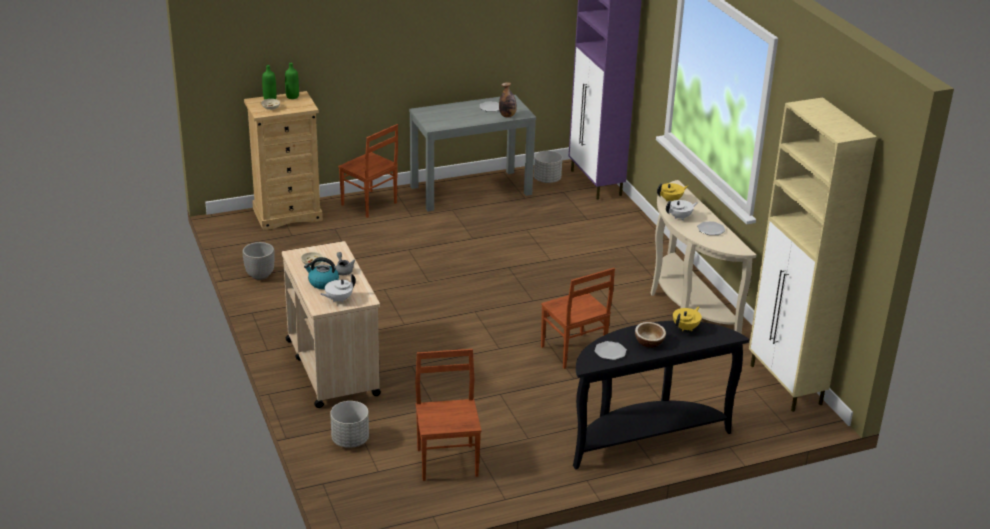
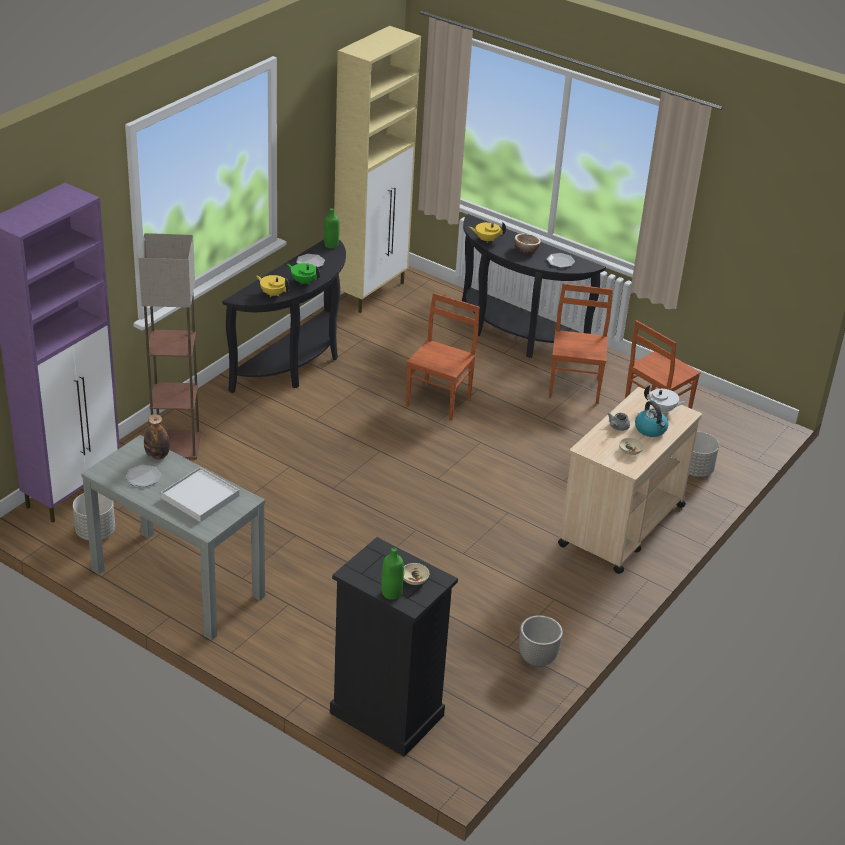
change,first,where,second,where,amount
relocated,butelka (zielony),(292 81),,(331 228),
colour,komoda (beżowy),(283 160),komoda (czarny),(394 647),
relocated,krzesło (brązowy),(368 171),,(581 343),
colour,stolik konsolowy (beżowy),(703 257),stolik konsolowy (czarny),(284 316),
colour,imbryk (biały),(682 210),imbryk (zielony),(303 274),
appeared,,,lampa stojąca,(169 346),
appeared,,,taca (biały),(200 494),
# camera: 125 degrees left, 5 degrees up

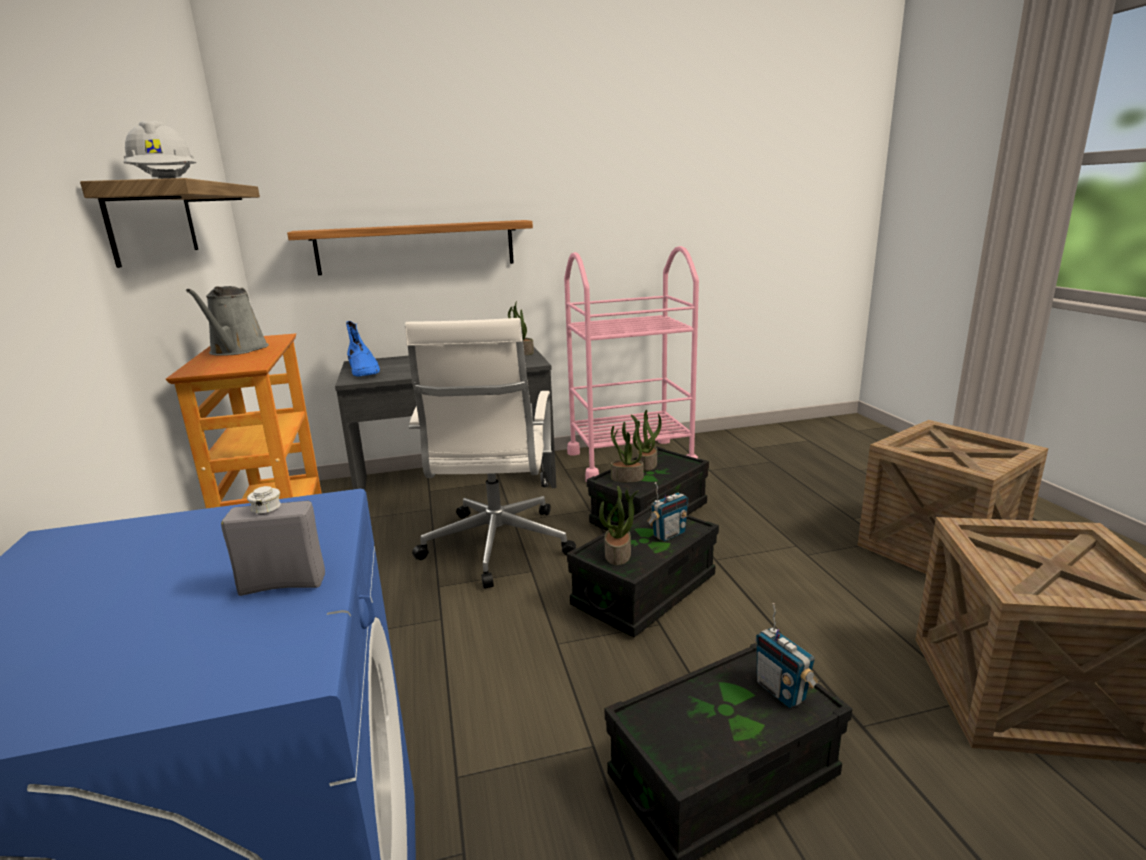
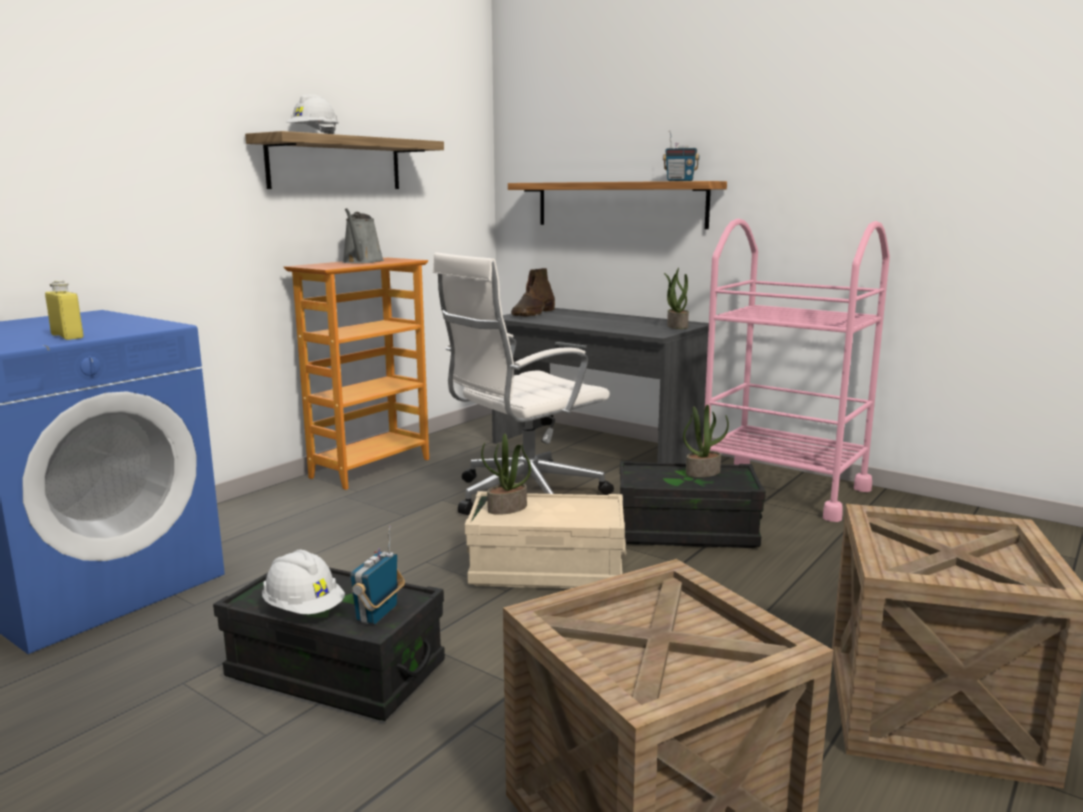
change,first,where,second,where,amount
spun,konewka (szary),(227 321),,(363 236),45 degrees counterclockwise
colour,but z cholewką (niebieski),(363 349),but z cholewką (brązowy),(533 292),
missing,roślina doniczkowa,(627 452),,,
relocated,radio,(668 511),,(681 156),
colour,butelka (szary),(273 541),butelka (żółty),(64 310),
colour,pojemnik do przechowywania (czarny),(643 571),pojemnik do przechowywania (beżowy),(546 540),
appeared,,,kask (biały),(303 582),
# camera: 50 degrees right, 5 degrees down

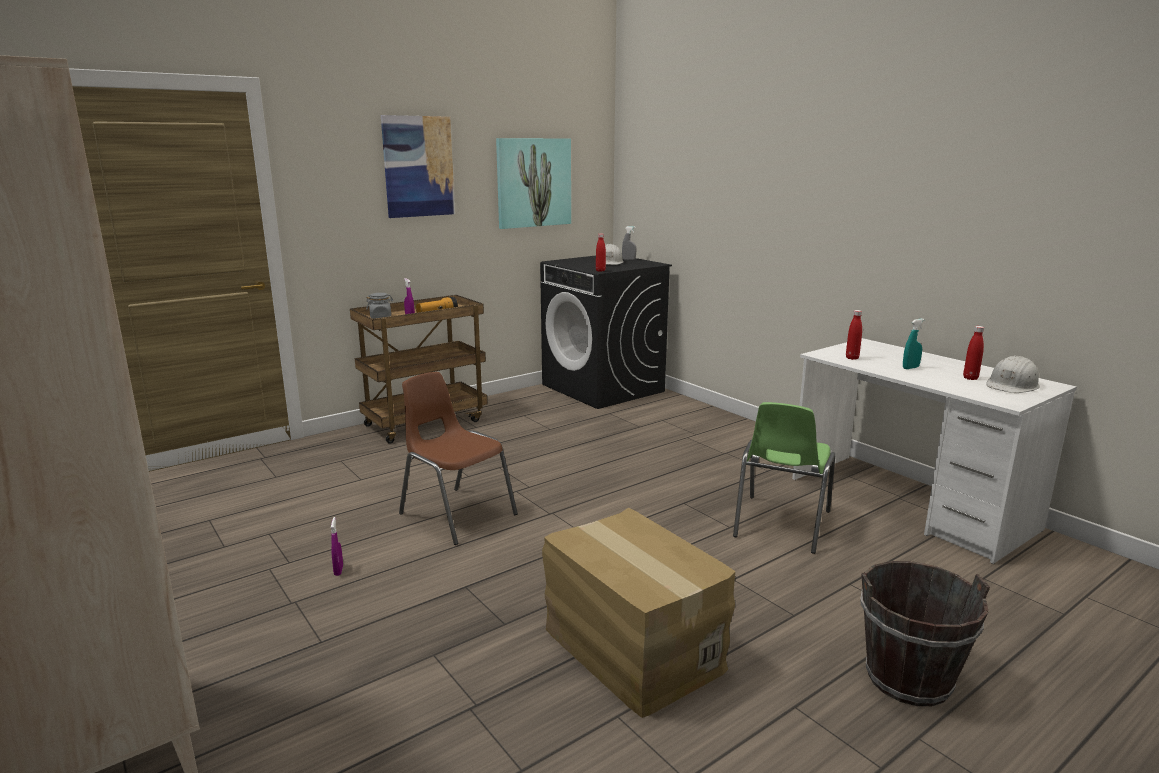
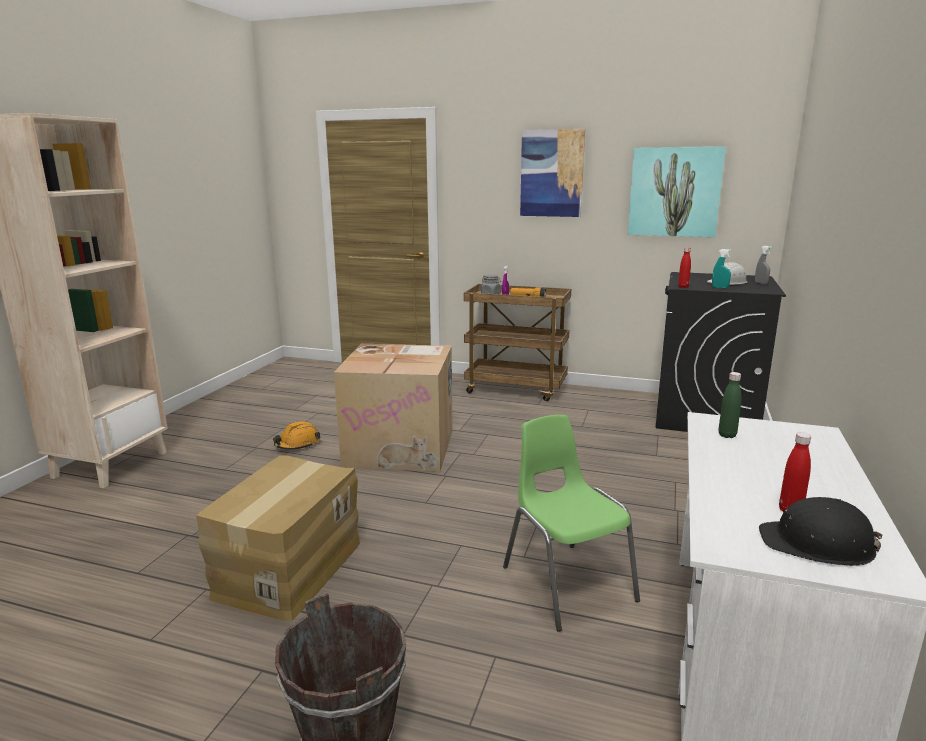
change,first,where,second,where,amount
colour,butelka (czerwony),(854 335),butelka (zielony),(730 405),
relocated,spryskiwacz (turkusowy),(913 344),,(722 268),
colour,kask (biały),(1013 374),kask (czarny),(820 531),
exchanged,krzesło (brązowy),(458 458),karton,(393 408),
spun,krzesło (zielony),(784 478),,(571 523),75 degrees clockwise
exchanged,spryskiwacz (fioletowy),(337 546),kask (pomarańczowy),(297 435),
# camera: 55 degrees right, 0 degrees up

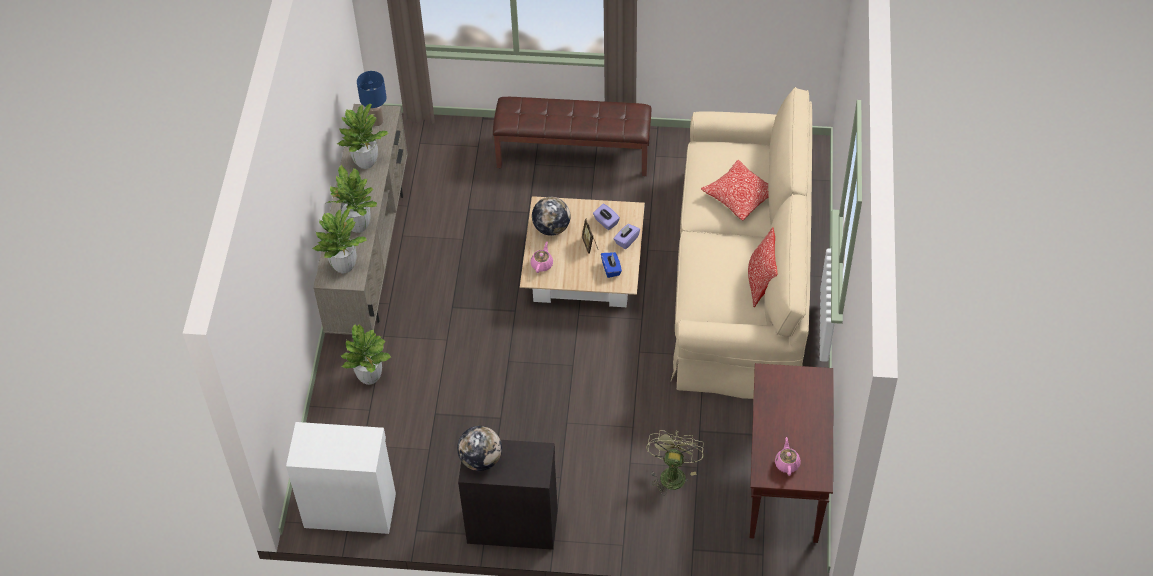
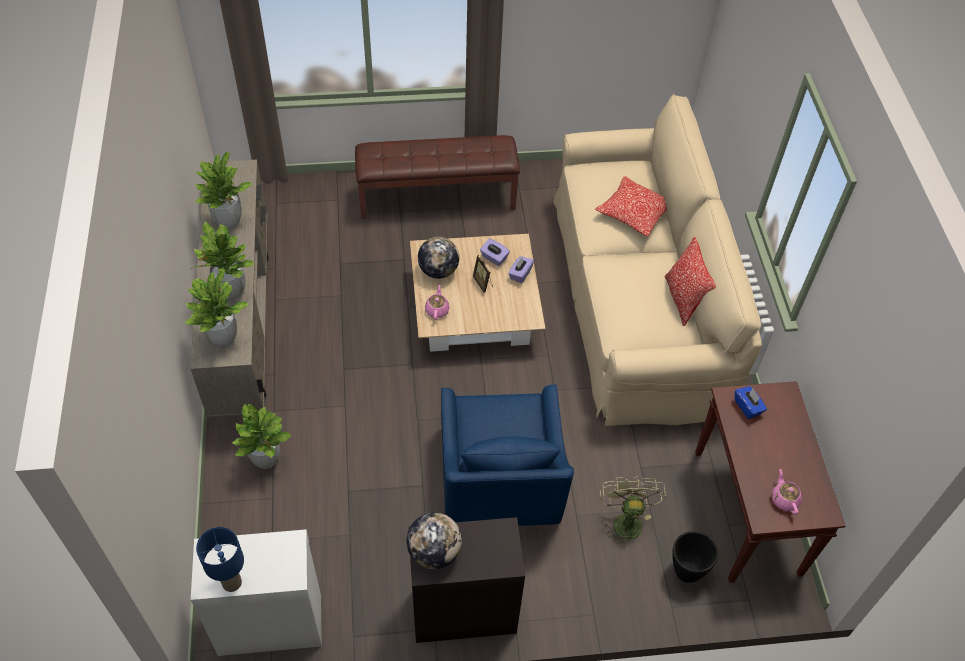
change,first,where,second,where,amount
relocated,lampa stołowa (niebieski),(372 98),,(220 559),
relocated,pudełko chusteczek (niebieski),(611 265),,(751 402),
appeared,,,fotel (niebieski),(507 455),
appeared,,,donica (czarny),(695 557),
# camera: 15 degrees left, 0 degrees up

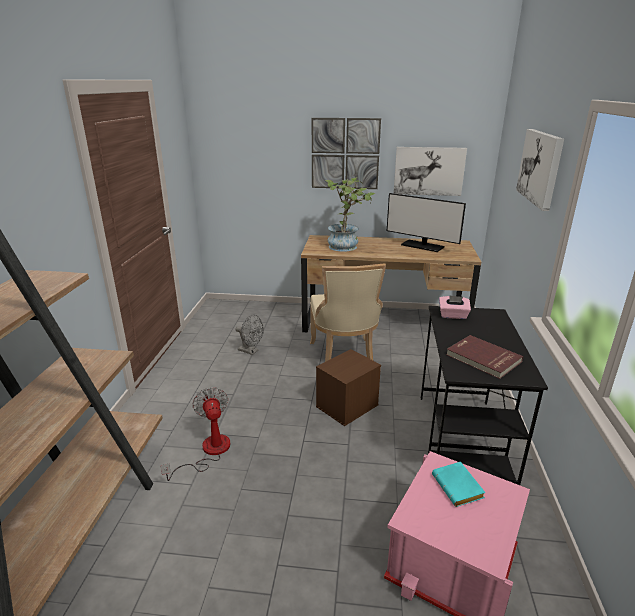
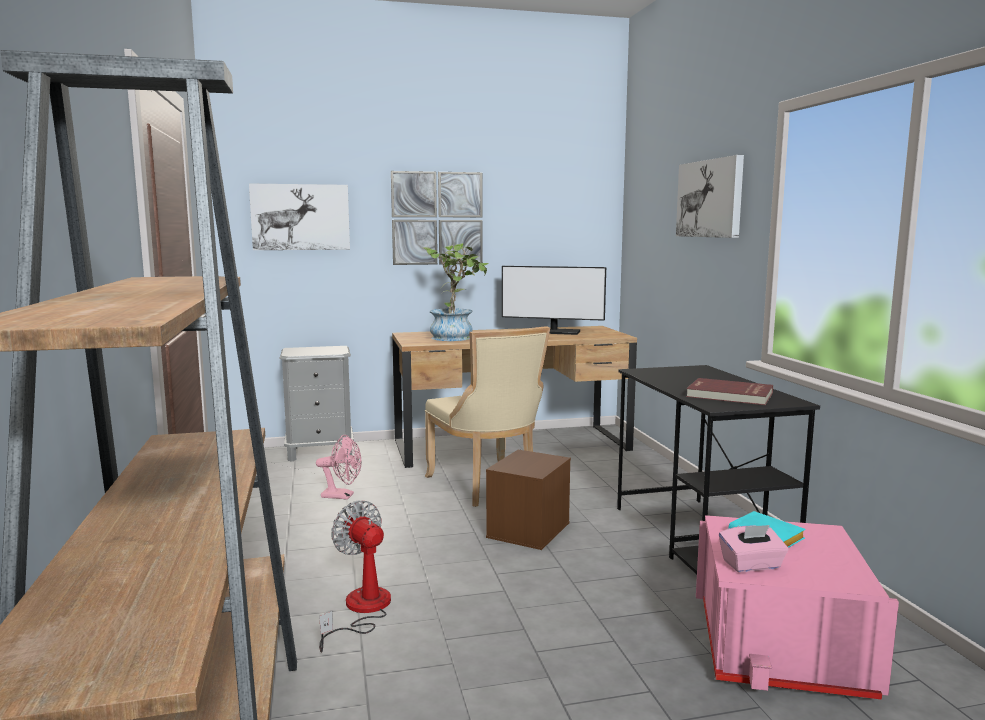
change,first,where,second,where,amount
relocated,obraz,(430 171),,(299 217),
relocated,pudełko chusteczek (różowy),(455 307),,(753 548),
colour,wentylator (szary),(249 334),wentylator (różowy),(338 467),
appeared,,,szafka nocna (szary),(316 404),
# camera: 20 degrees left, 15 degrees down

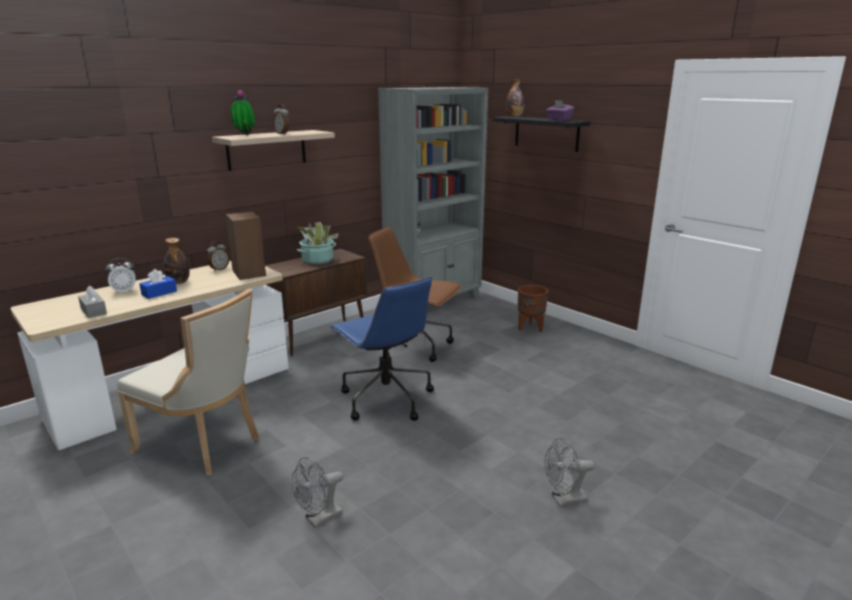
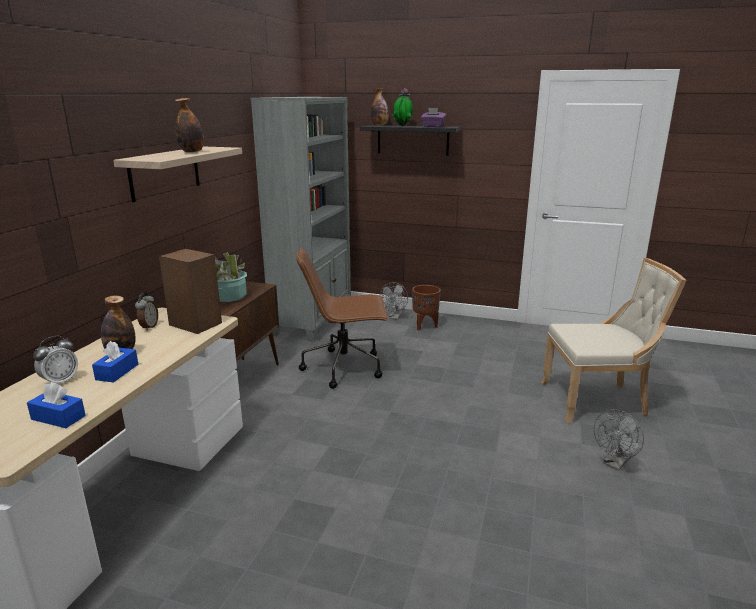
change,first,where,second,where,amount
relocated,roślina doniczkowa,(243 112),,(402 107),
exchanged,budzik,(281 119),butelka,(189 125),
missing,krzesło biurowe (niebieski),(381 349),,,
colour,pudełko chusteczek (szary),(92 302),pudełko chusteczek (niebieski),(56 405),
relocated,krzesło (beżowy),(188 382),,(613 340),
relocated,wentylator (szary),(317 492),,(394 301),
# camera: 30 degrees left, 0 degrees up

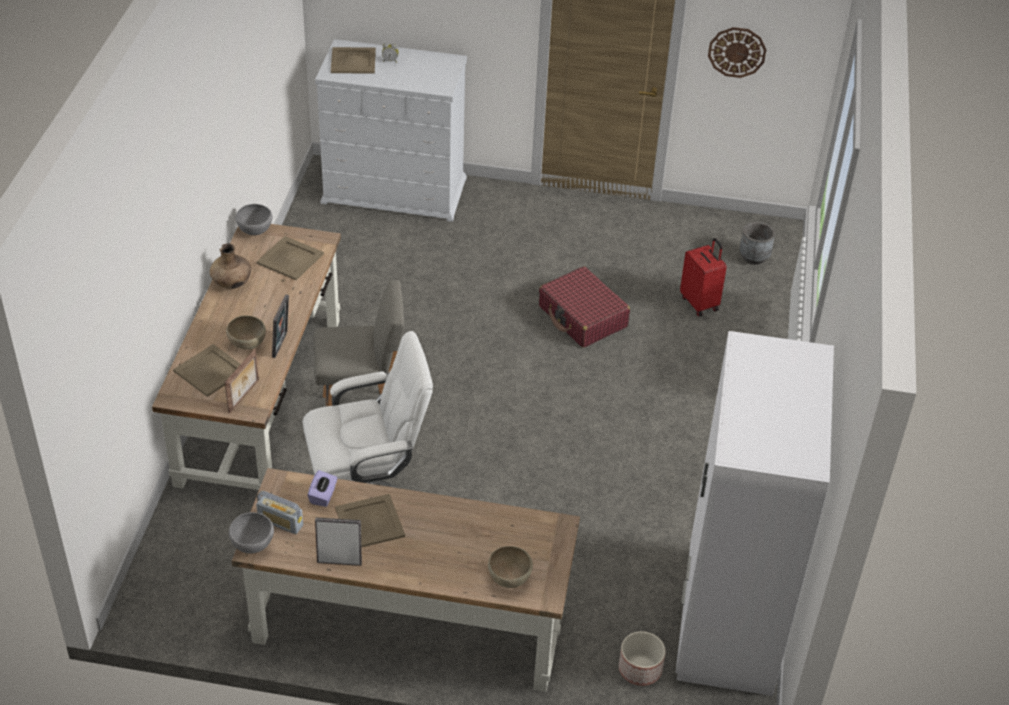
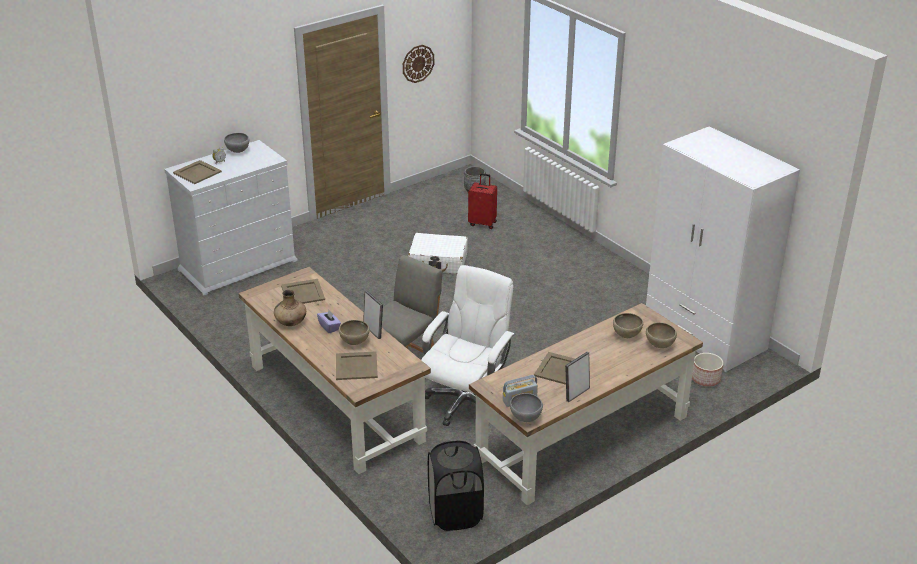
change,first,where,second,where,amount
relocated,miska (szary),(254 219),,(236 143),
colour,walizka (czerwony),(584 307),walizka (biały),(438 253),
missing,ramka na zdjęcie,(242 381),,,
relocated,pudełko chusteczek (fioletowy),(322 488),,(329 321),
appeared,,,miska (brązowy),(628 325),
appeared,,,kosz na pranie (czarny),(456 485),
# camera: 45 degrees left, 10 degrees down

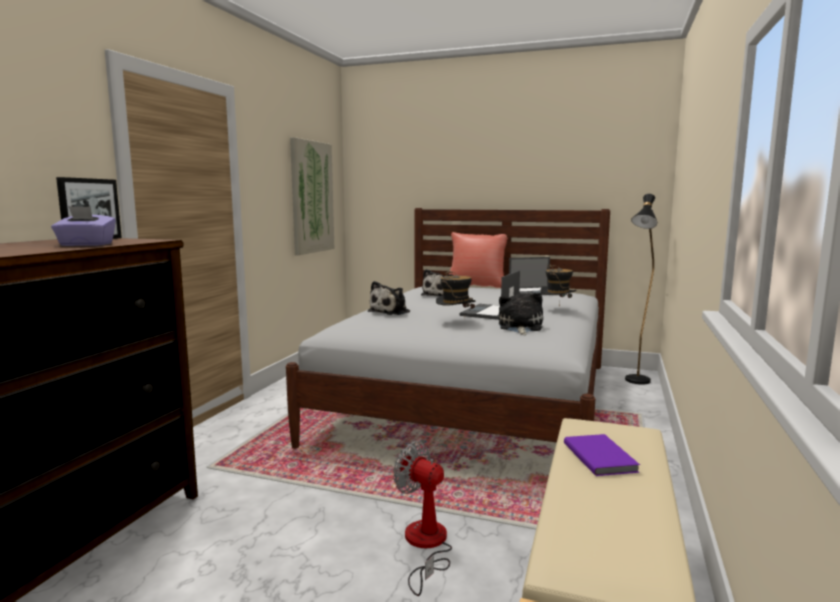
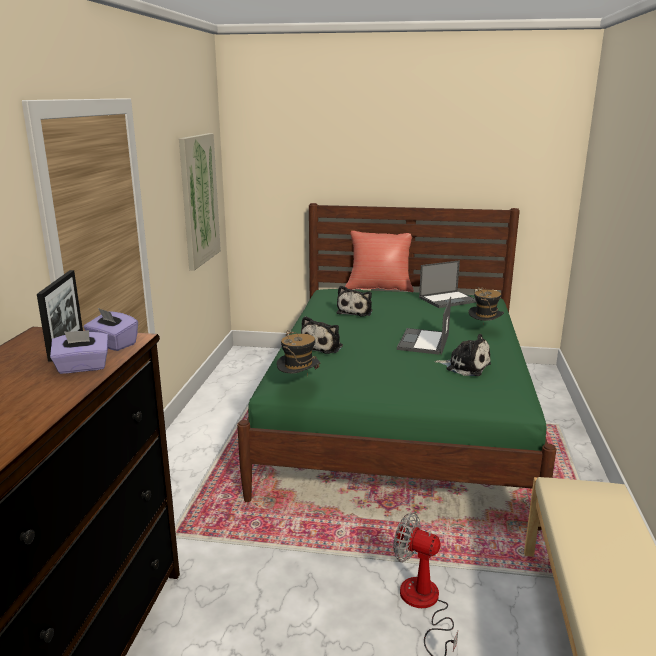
change,first,where,second,where,amount
missing,lampa stojąca (czarny),(641 289),,,
colour,łóżko (biały),(448 328),łóżko (zielony),(396 367),
relocated,kapelusz,(456 294),,(299 353),
spun,pluszak,(521 313),,(462 355),120 degrees clockwise
missing,książka (fioletowy),(602 455),,,
appeared,,,pudełko chusteczek (fioletowy),(111 329),
# camera: 10 degrees left, 10 degrees up

